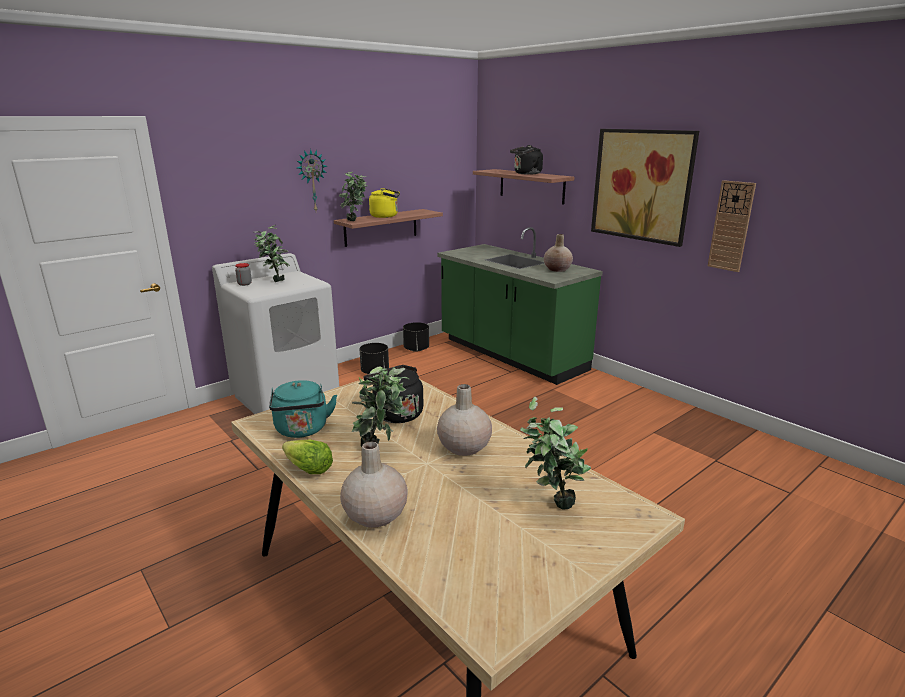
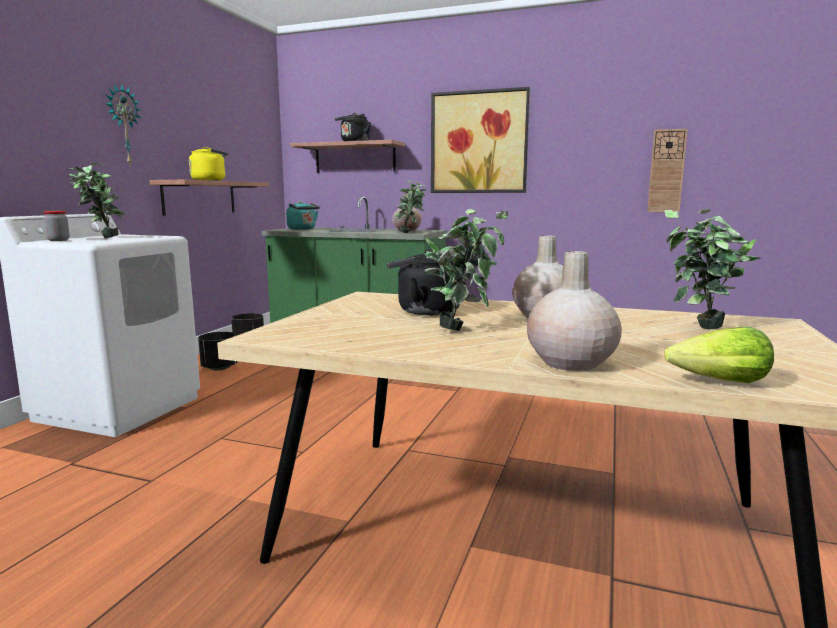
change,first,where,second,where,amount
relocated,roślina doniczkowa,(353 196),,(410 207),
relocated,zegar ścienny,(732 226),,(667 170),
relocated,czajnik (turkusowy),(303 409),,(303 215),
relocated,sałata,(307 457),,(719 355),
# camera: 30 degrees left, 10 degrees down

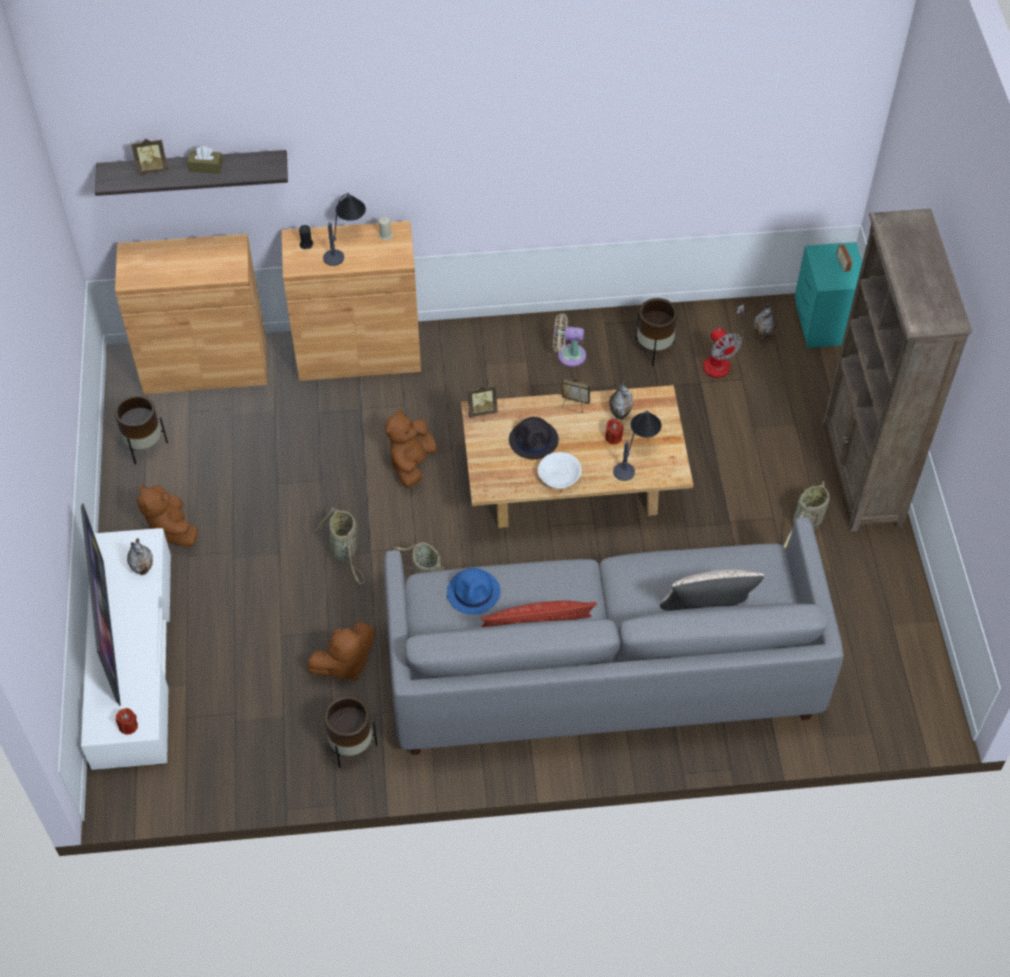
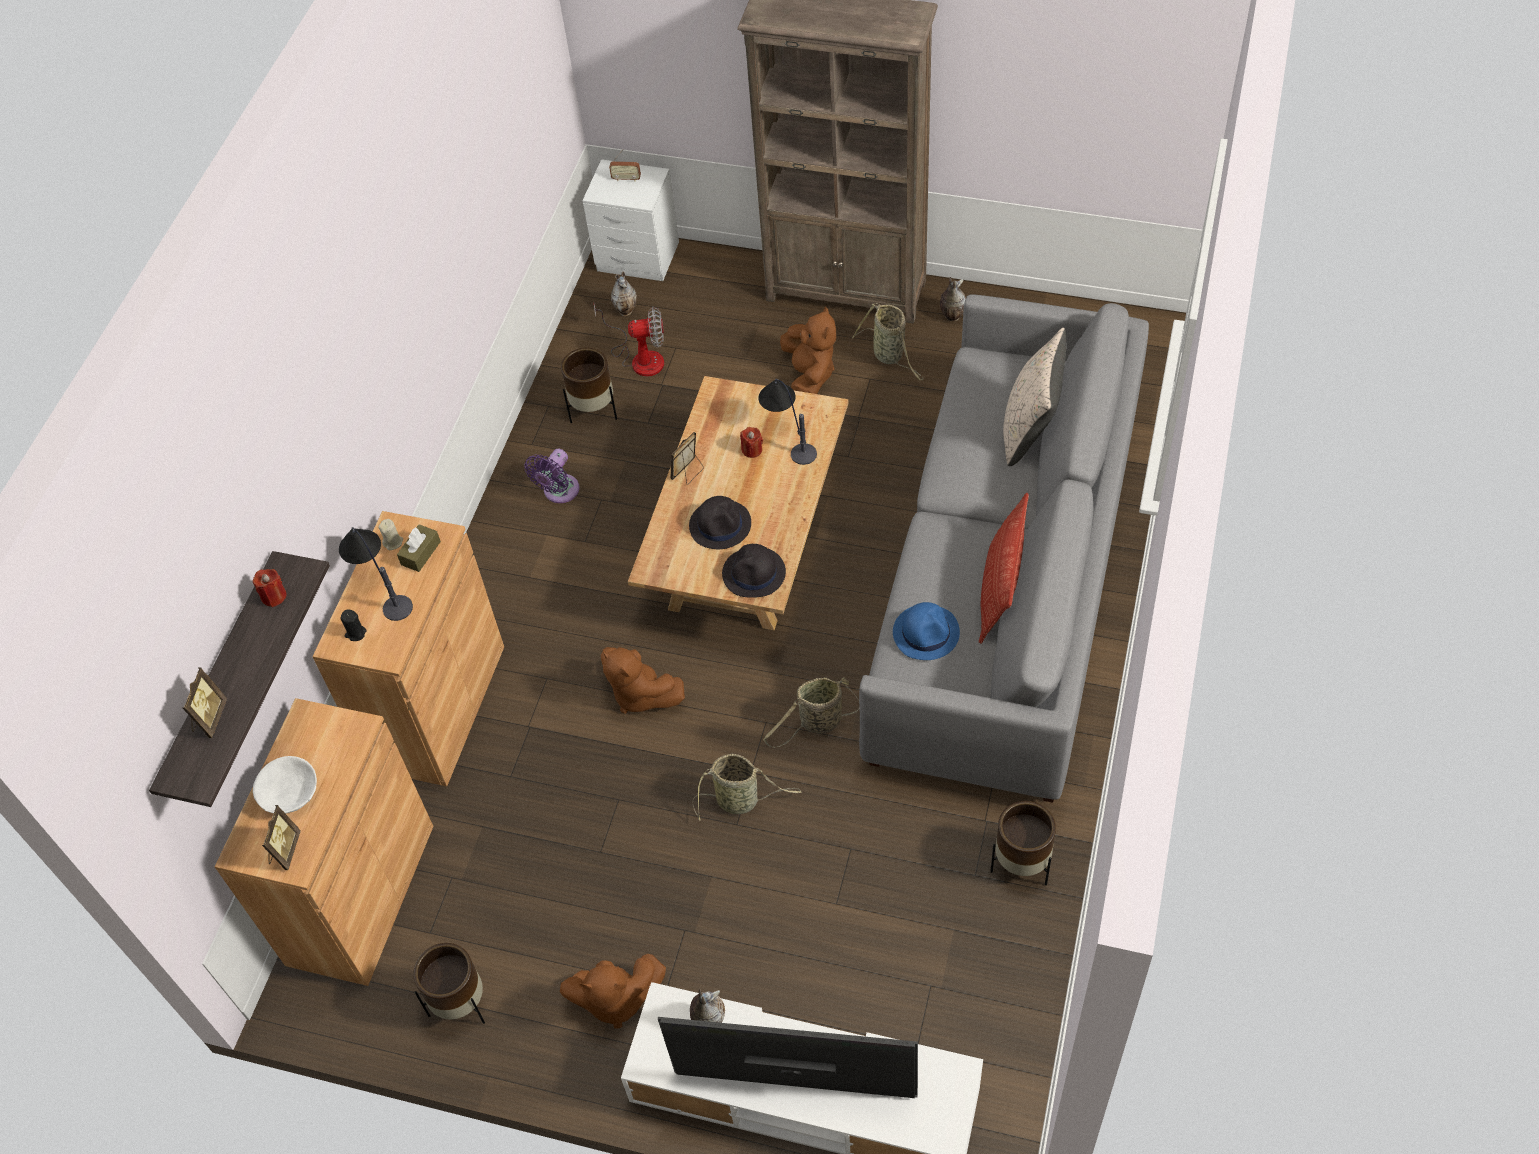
change,first,where,second,where,amount
relocated,pudełko chusteczek (brązowy),(205 160),,(419 548),
colour,szafka nocna (turkusowy),(828 295),szafka nocna (biały),(630 220),
colour,wentylator (beżowy),(569 340),wentylator (fioletowy),(552 476),
relocated,wazon,(621 400),,(953 299),
relocated,ramka na zdjęcie,(482 401),,(281 837),
relocated,miska (biały),(559 470),,(285 784),
relocated,pluszak (brązowy),(341 651),,(808 350),
relocated,świeca (czerwony),(127 721),,(269 588),
appeared,,,kapelusz (czarny),(754 571),
# camera: 65 degrees left, 0 degrees up

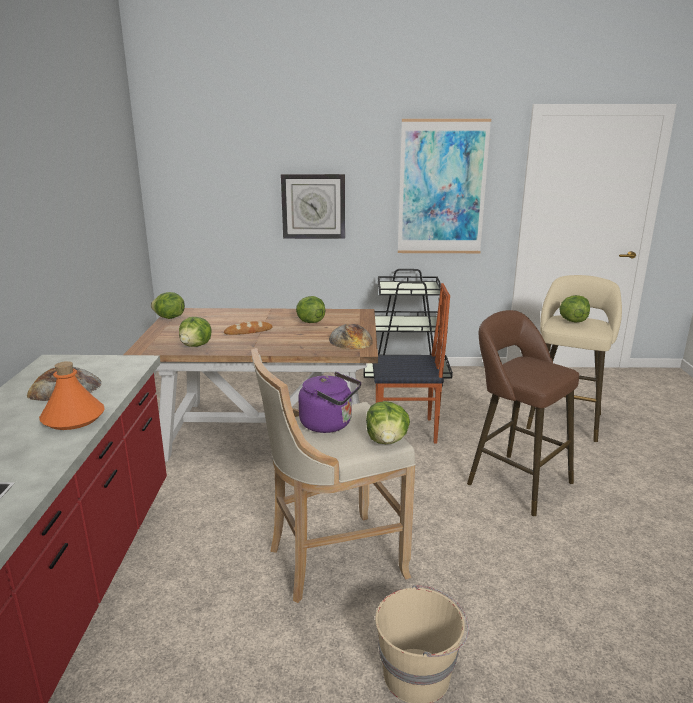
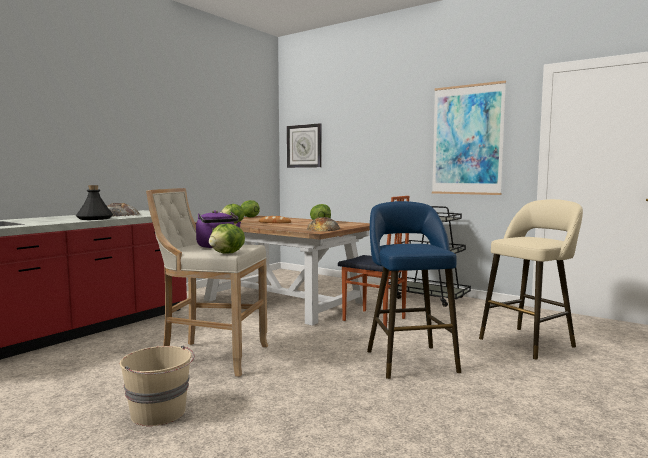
change,first,where,second,where,amount
relocated,zegar ścienny,(313 206),,(304 145),
missing,sałata,(574 308),,,
colour,stołek (brązowy),(523 413),stołek (niebieski),(414 290),
colour,butelka (pomarańczowy),(72 395),butelka (czarny),(95 202),
# camera: 35 degrees right, 15 degrees down

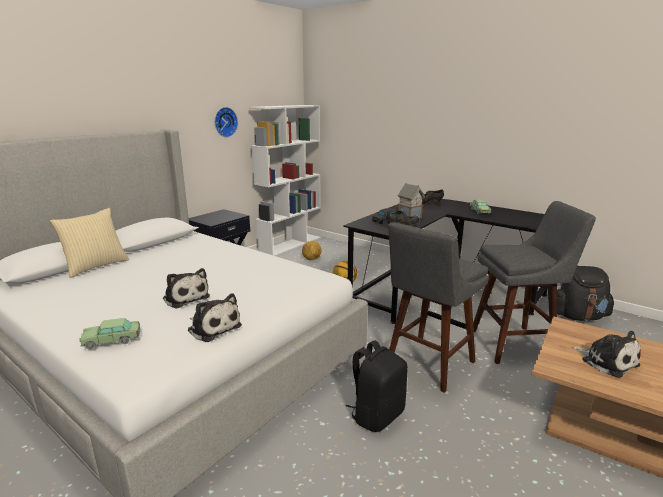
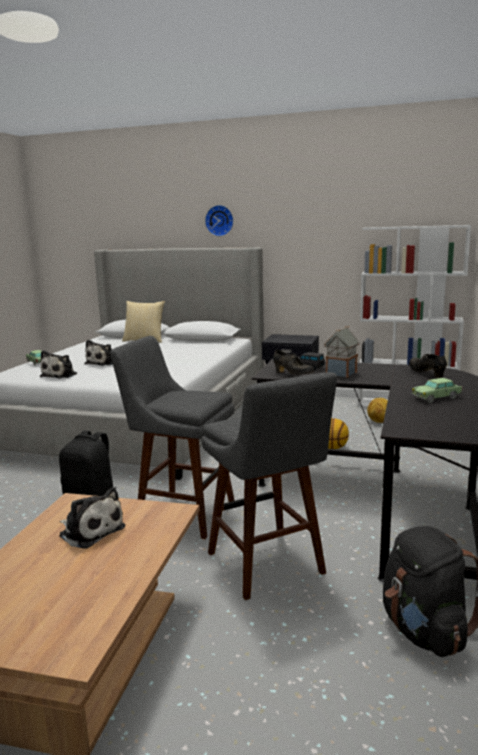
change,first,where,second,where,amount
relocated,zegar ścienny,(226 122),,(219 220),
spun,pluszak,(606 354),,(92 518),90 degrees counterclockwise
# camera: 70 degrees right, 5 degrees down

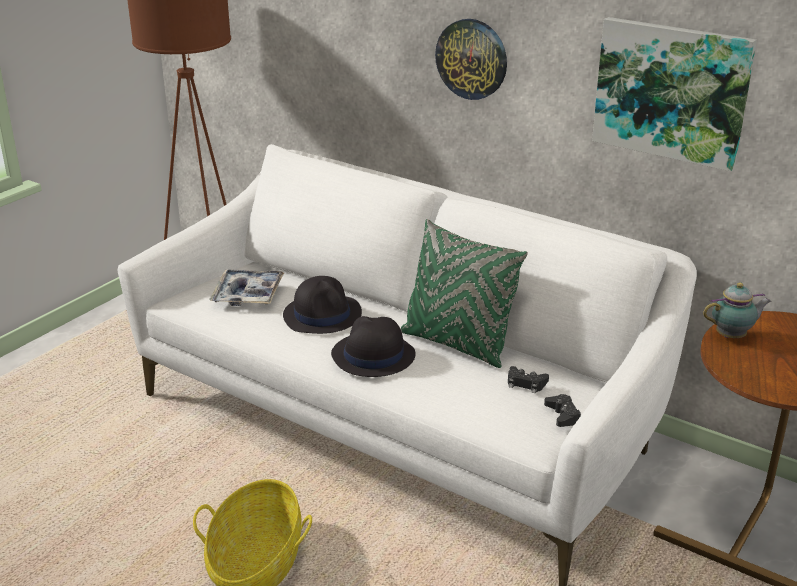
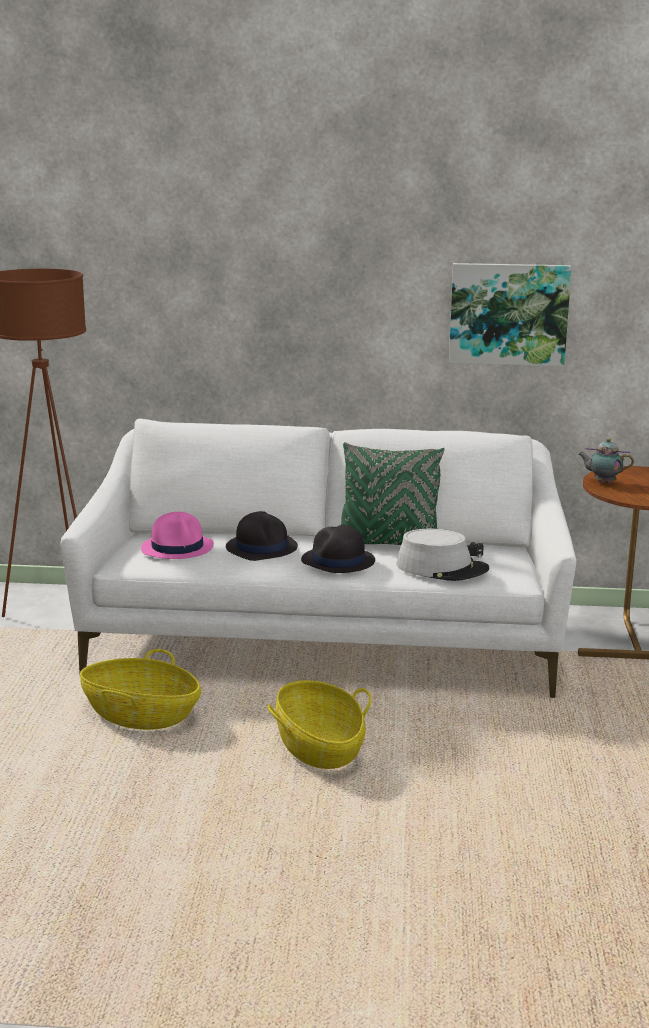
change,first,where,second,where,amount
missing,zegar ścienny,(471 59),,,
exchanged,taca,(246 287),kapelusz (różowy),(177 535),
spun,imbryk,(737 310),,(606 461),120 degrees counterclockwise
missing,pad do gier (czarny),(562 410),,,
appeared,,,kapelusz (szary),(443 555),
appeared,,,koszyk,(140 689),
# camera: 30 degrees left, 10 degrees down

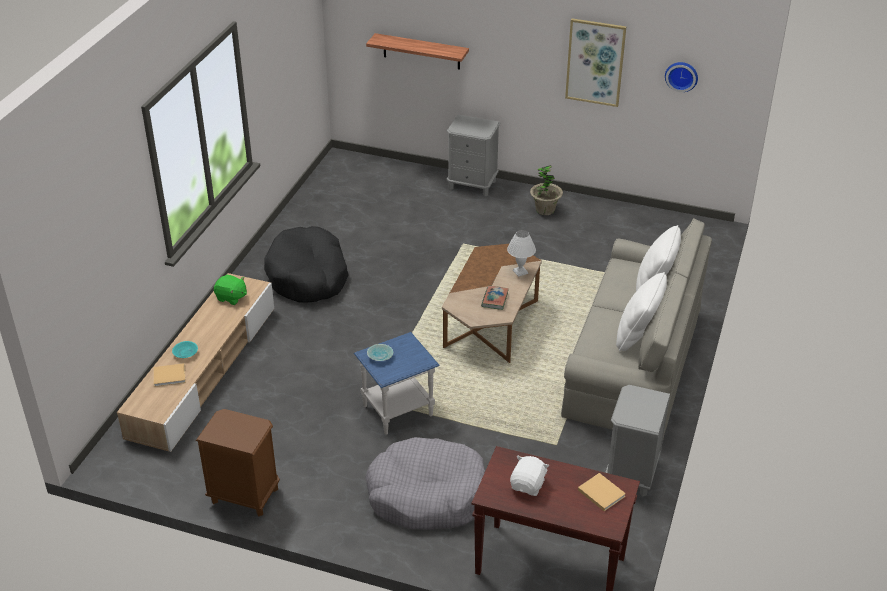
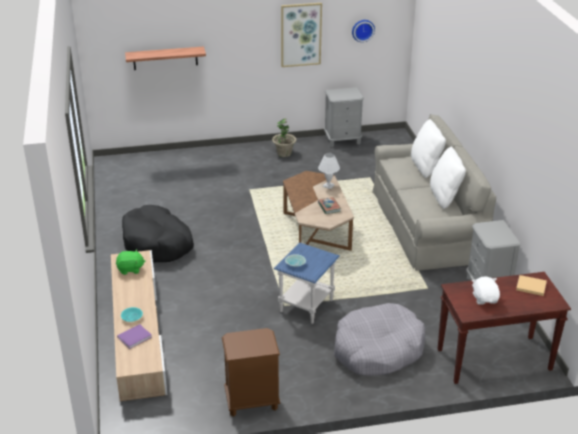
change,first,where,second,where,amount
relocated,szafka nocna (szary),(473 155),,(344 117),
colour,książka (beżowy),(169 375),książka (fioletowy),(134 336),
# camera: 30 degrees left, 5 degrees down

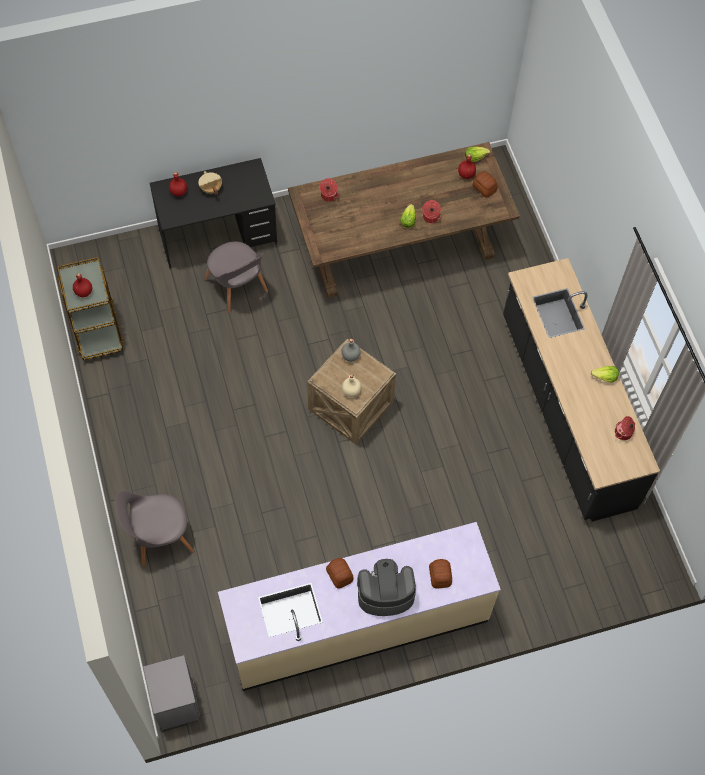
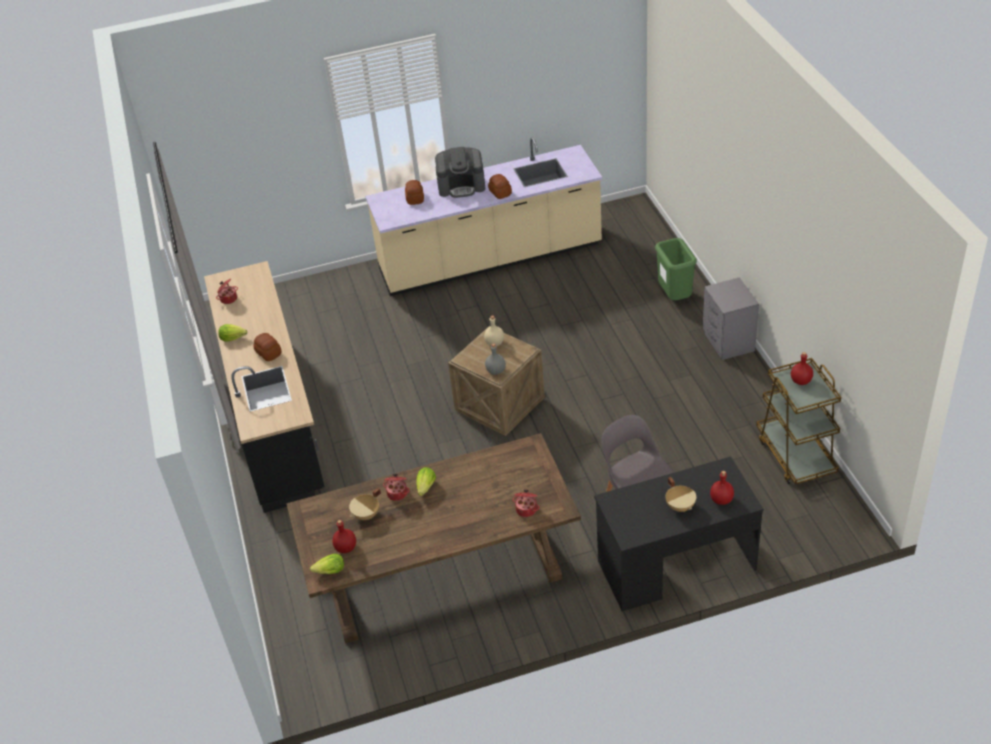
change,first,where,second,where,amount
relocated,chleb,(485 184),,(268 347),
exchanged,krzesło (szary),(154 529),kosz na śmieci (zielony),(676 269),
relocated,szafka nocna (szary),(172 692),,(731 318),
appeared,,,garnek (beżowy),(365 504),
# camera: 175 degrees left, 20 degrees down

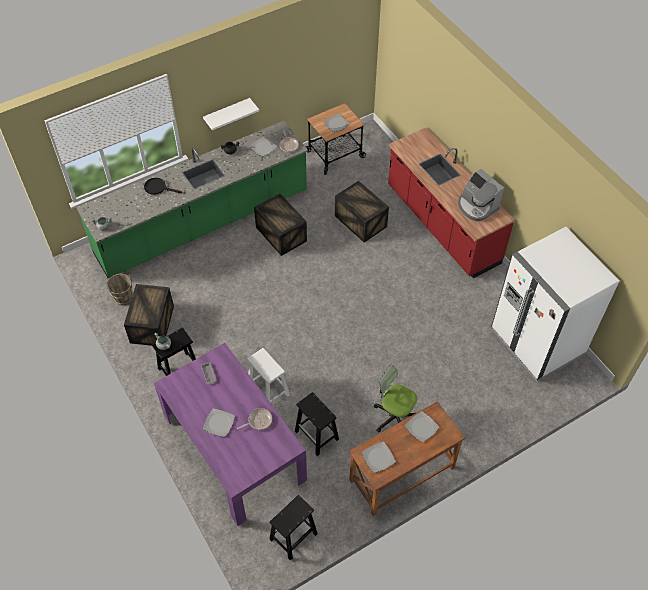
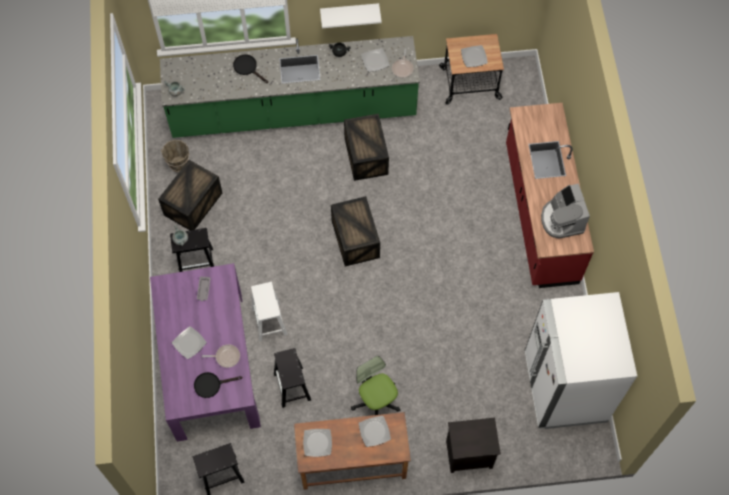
change,first,where,second,where,amount
relocated,skrzynka,(362 211),,(355 231),
appeared,,,patelnia (czarny),(218 385),
appeared,,,szafka nocna (czarny),(473 445),
# camera: 25 degrees right, 10 degrees up

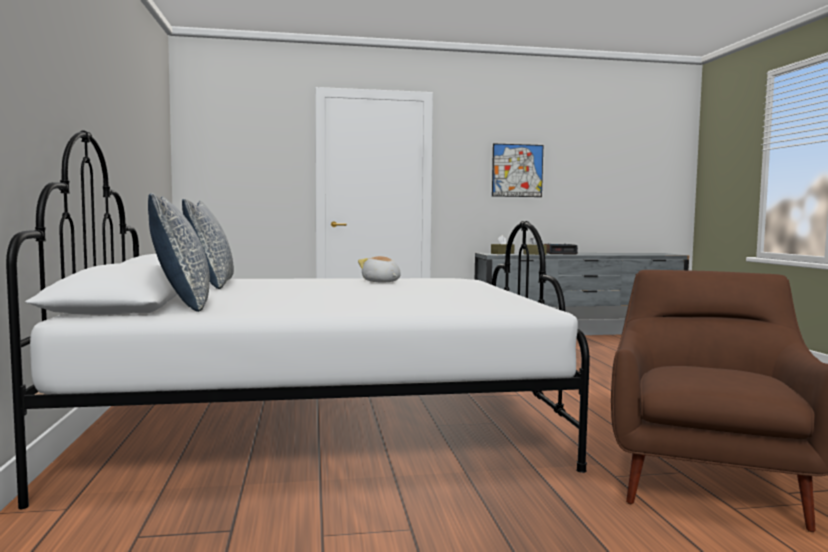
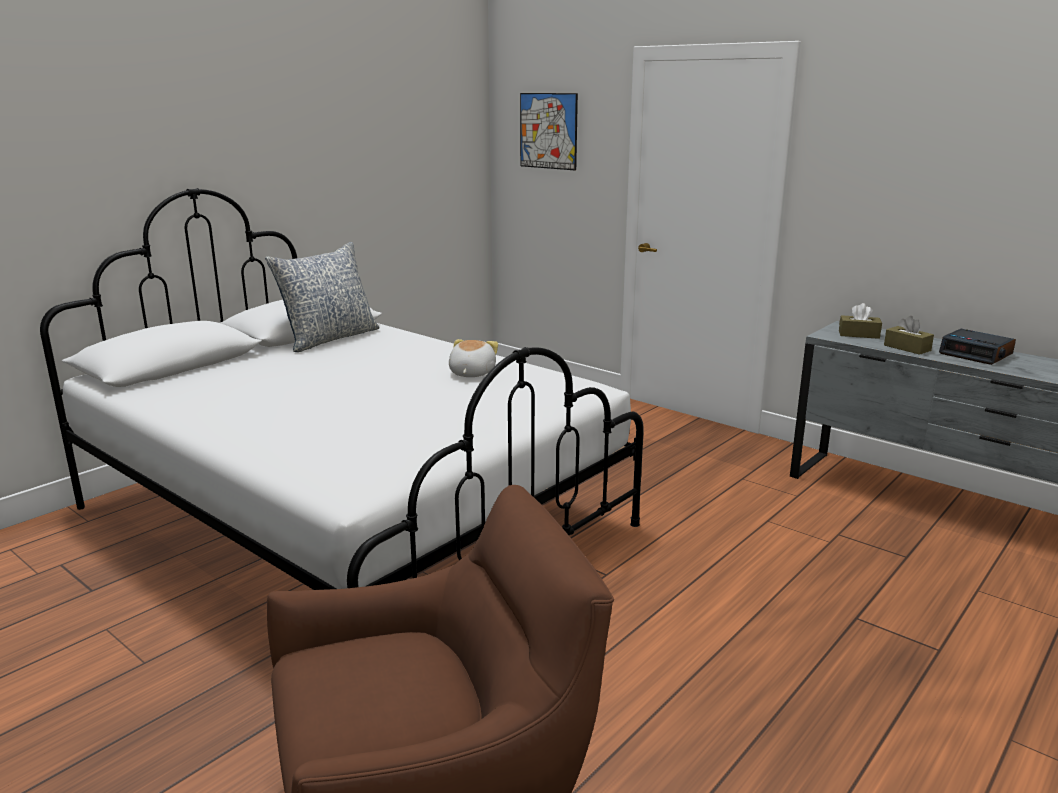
change,first,where,second,where,amount
relocated,obraz,(517 170),,(549 131),
missing,poduszka,(179 252),,,
# camera: 50 degrees right, 15 degrees up

